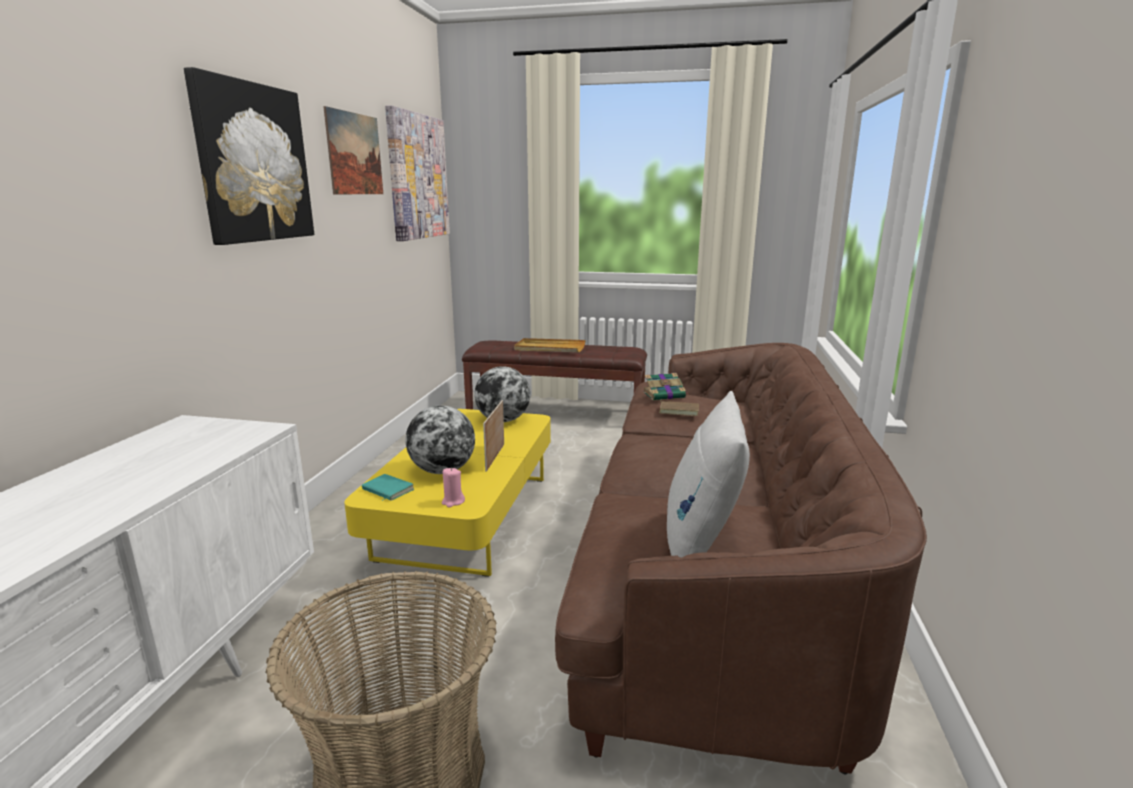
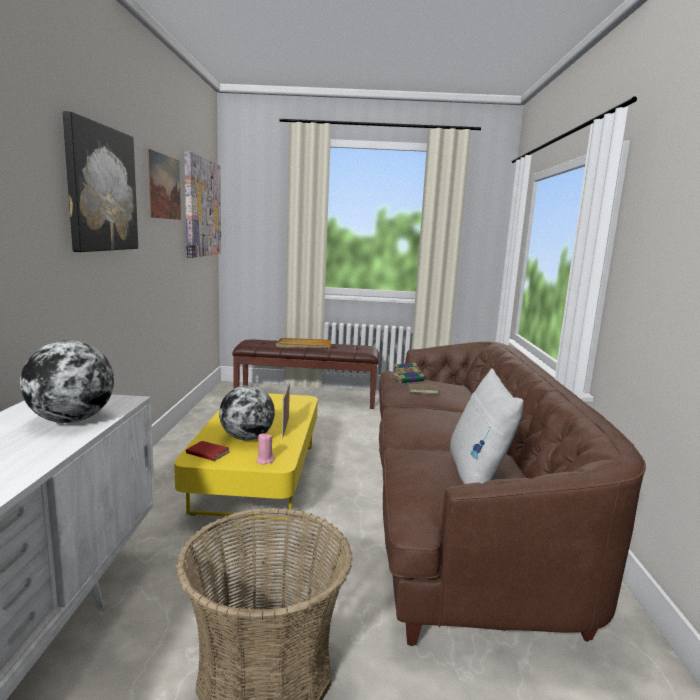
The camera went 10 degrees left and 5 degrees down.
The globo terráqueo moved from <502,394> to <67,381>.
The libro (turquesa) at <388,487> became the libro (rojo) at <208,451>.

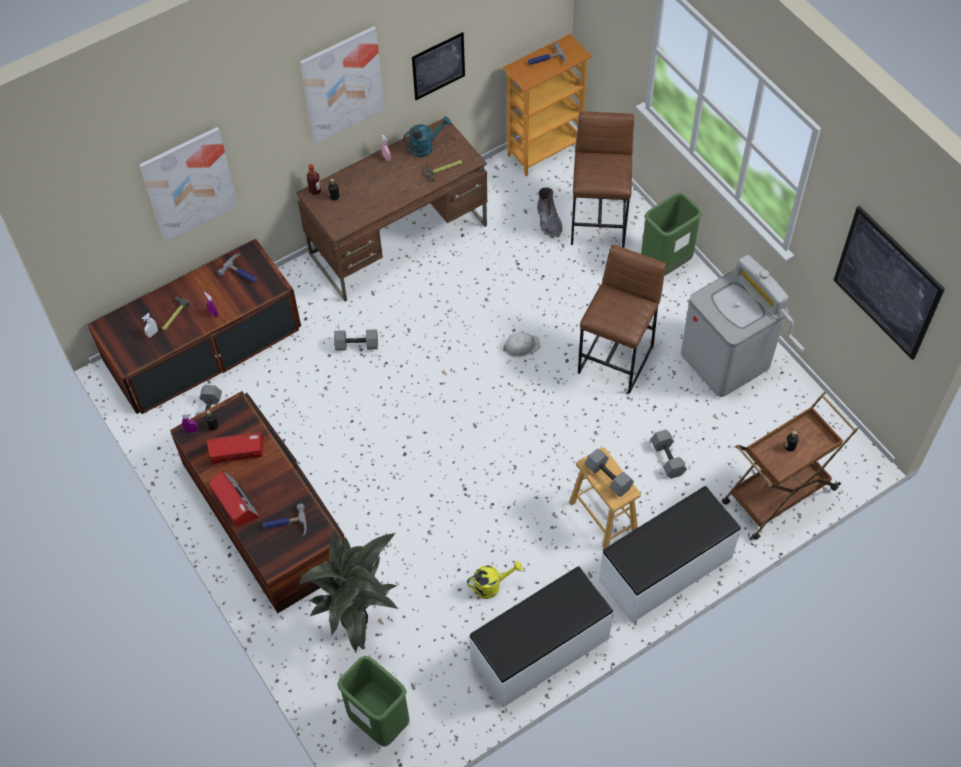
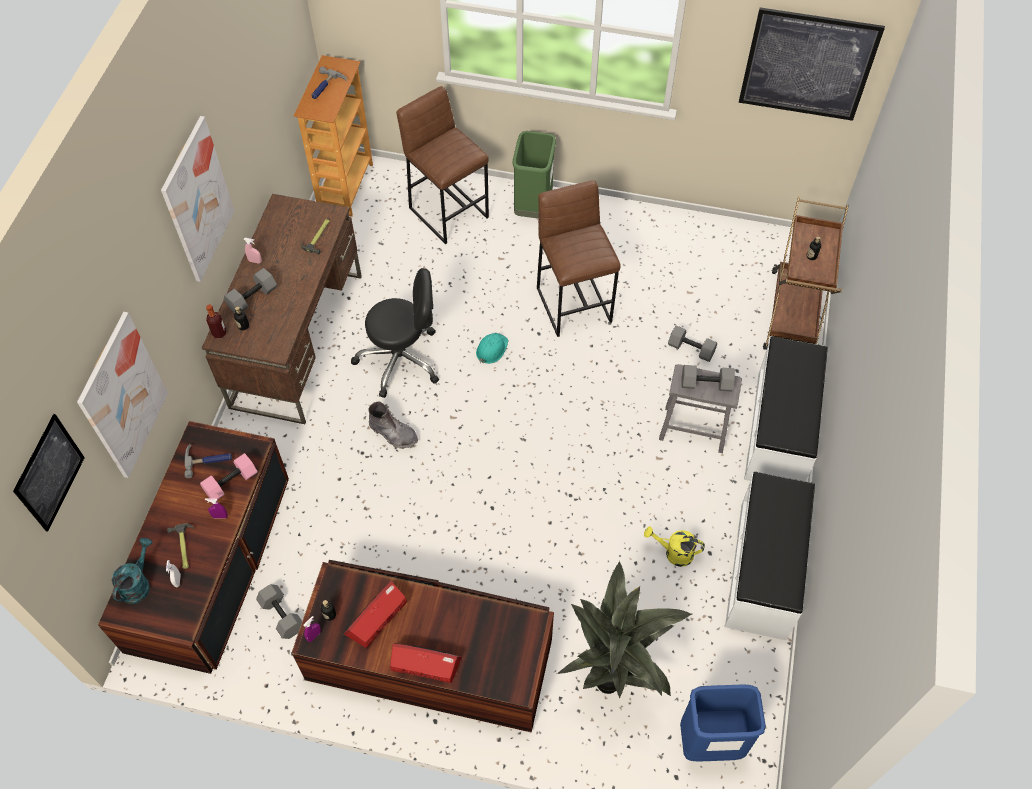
The camera went 45 degrees left and 0 degrees up.
The martillo at <285,519> disappeared.
The lavadora (gris) at <743,326> disappeared.
The mancuerna (rosa) at <229,476> appeared.
The silla de oficina (negro) at <395,333> appeared.
The mancuerna (gris) moved from <356,339> to <250,290>.
The regadera (turquesa) moved from <427,136> to <132,571>.
The cuadro moved from <438,66> to <49,473>.
The bota (gris) moved from <549,212> to <393,425>.
The papelera (verde) at <373,701> became the papelera (azul) at <723,723>.
The casco (blanco) at <521,344> became the casco (turquesa) at <492,348>.
The taburete (marrón) at <605,498> became the taburete (gris) at <700,408>.
The regadera (amarillo) at <495,580> turned 105 degrees counterclockwise.

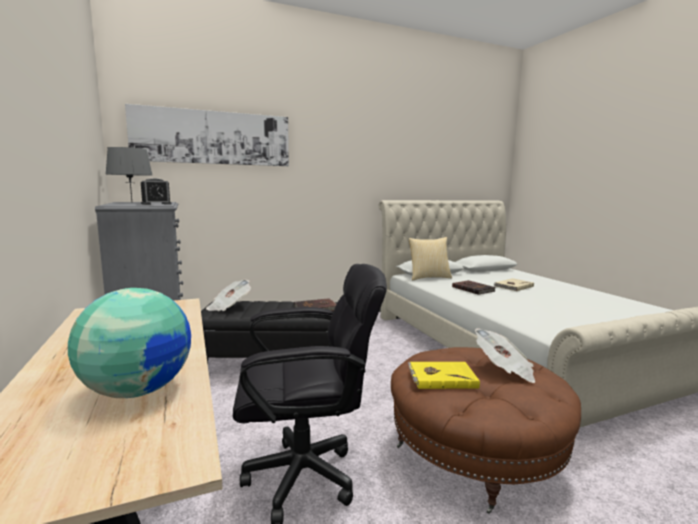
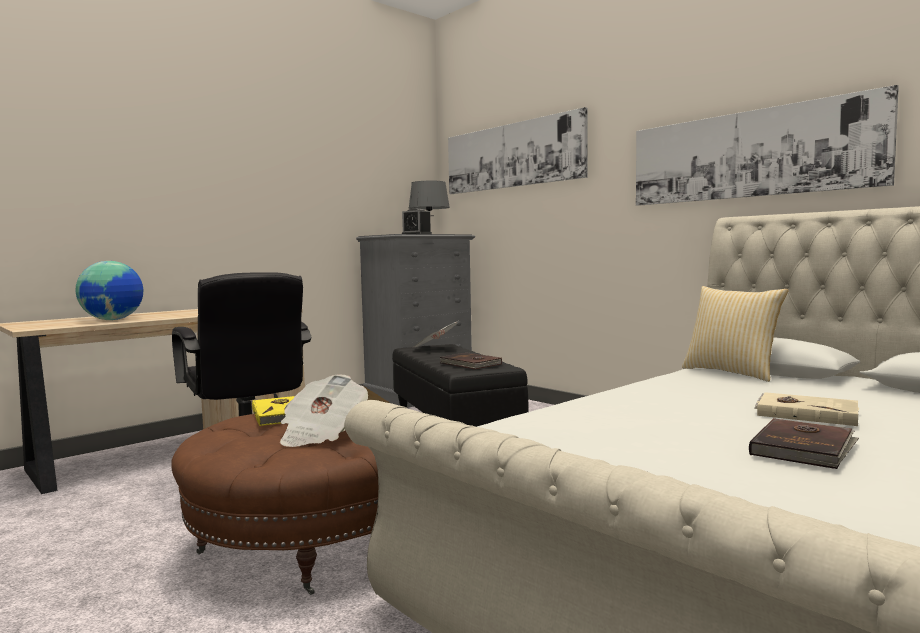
The camera went 70 degrees right and 5 degrees down.
The cuadro at <767,145> appeared.
The libro (marrón) moved from <473,287> to <804,443>.

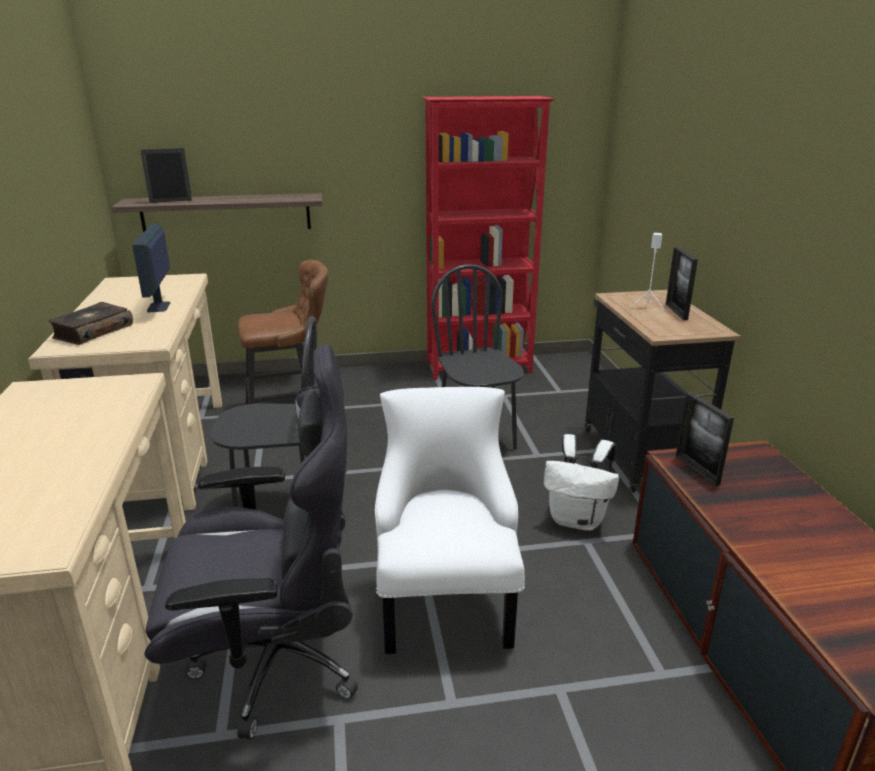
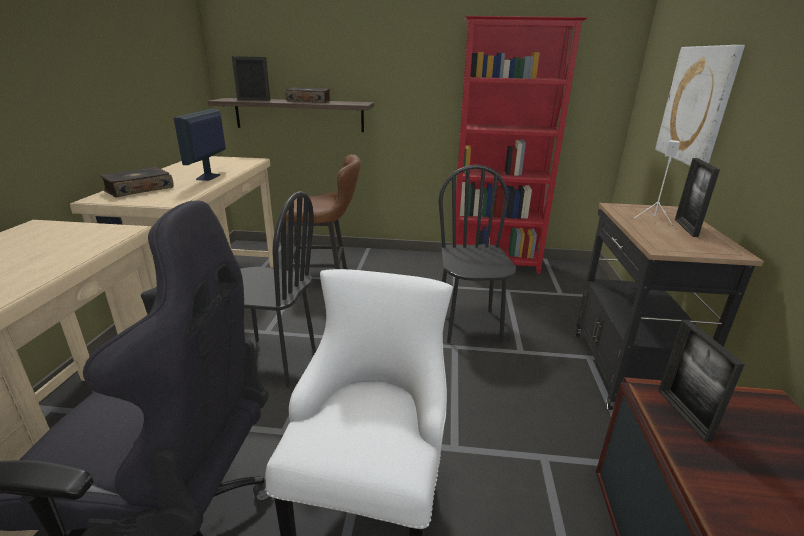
The camera went 15 degrees right and 0 degrees up.
The mochila (blanco) at <581,482> disappeared.
The libro at <308,95> appeared.
The cuadro at <700,105> appeared.

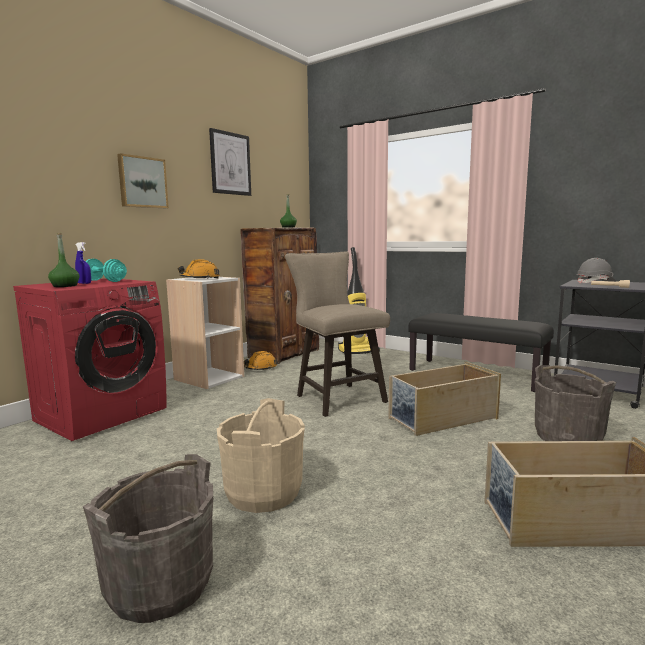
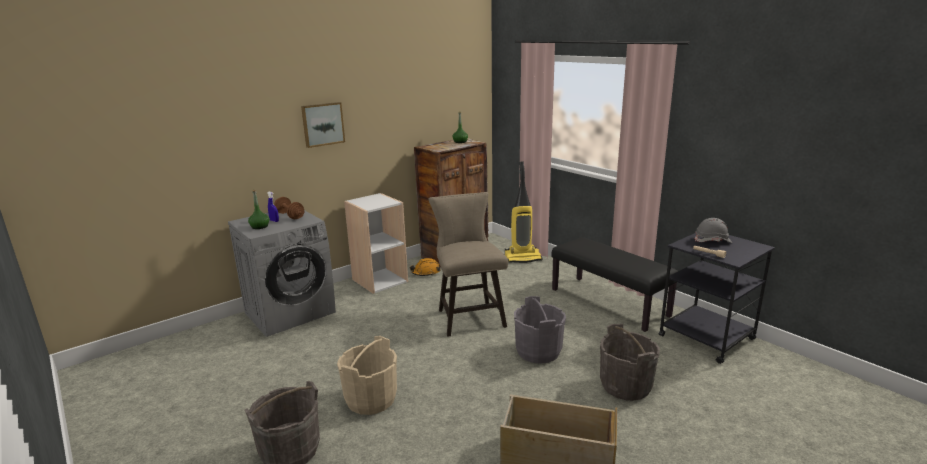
The camera went 15 degrees right and 10 degrees up.
The casco (naranja) at <199,269> disappeared.
The cuadro at <230,162> disappeared.
The caja de almacenaje (beis) at <444,399> was replaced by the cubo (gris) at <540,330>.
The lavadora (rojo) at <90,359> became the lavadora (gris) at <282,273>.
The mancuerna (turquesa) at <106,270> became the mancuerna (marrón) at <289,208>.

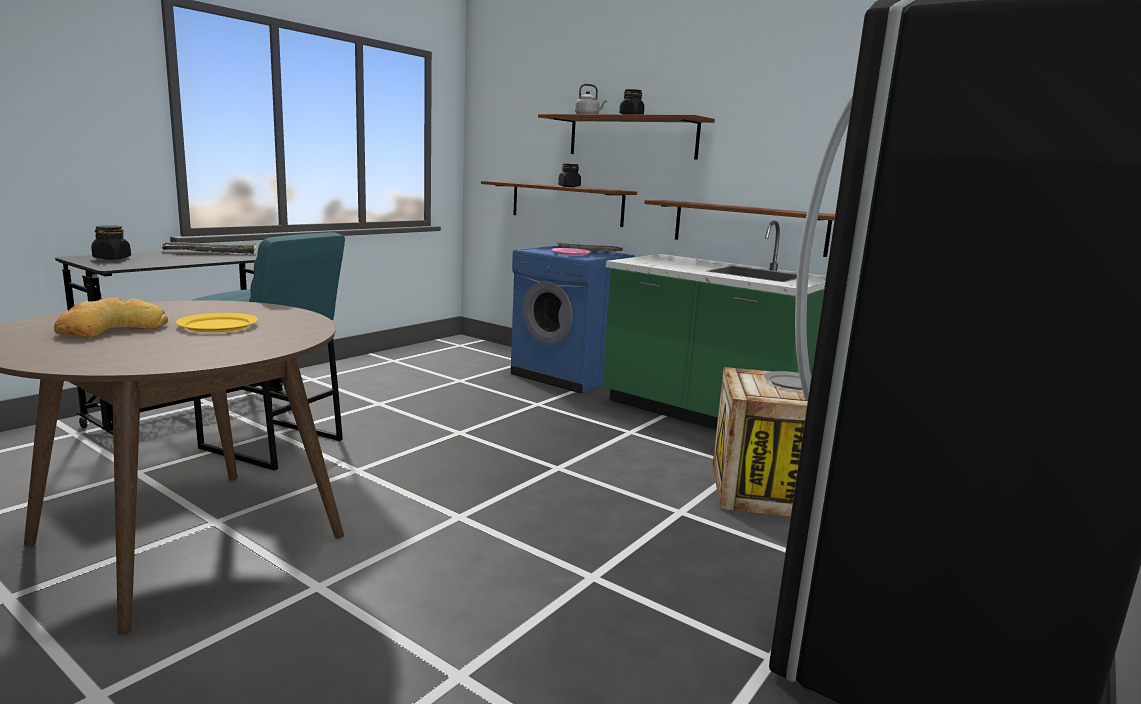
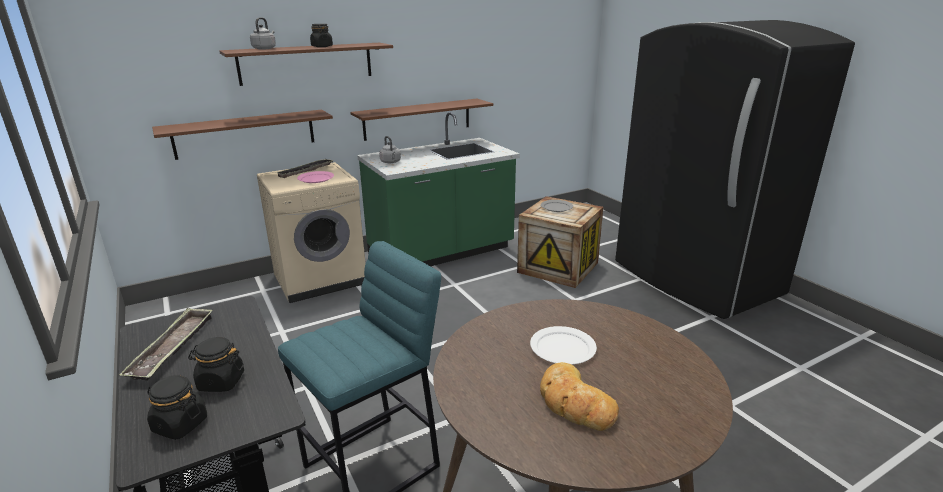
The camera went 65 degrees left and 10 degrees up.
The hervidor (gris) at <390,149> appeared.
The tarro (negro) moved from <569,175> to <216,364>.
The plato (amarillo) at <217,322> became the plato (blanco) at <563,345>.
The lavadora (azul) at <573,320> became the lavadora (beis) at <311,232>.

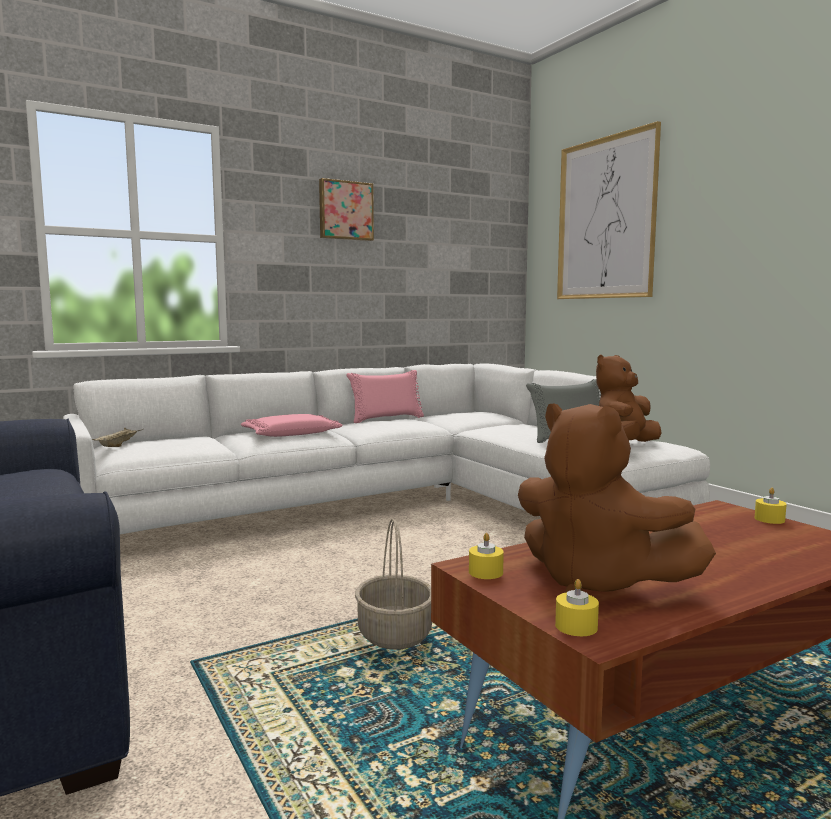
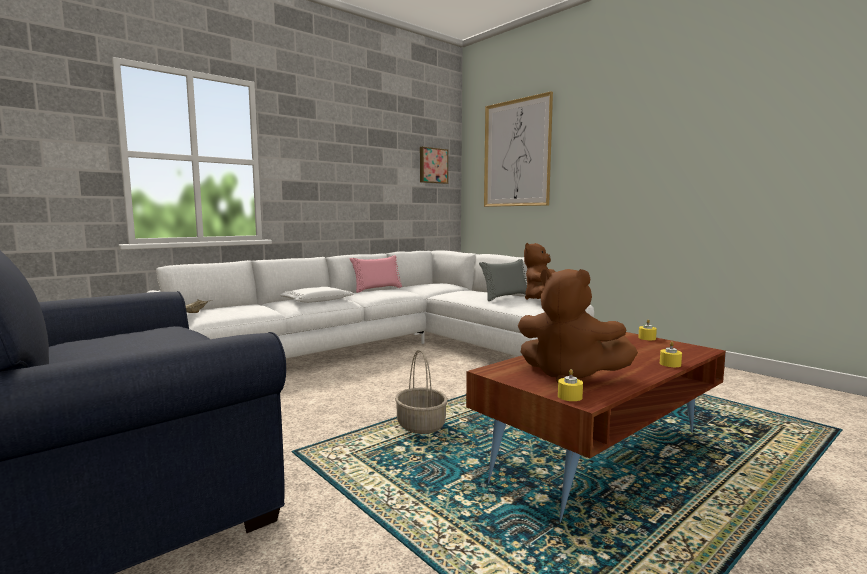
The camera went 10 degrees left and 0 degrees up.
The cuadro moved from <346,209> to <434,165>.
The vela (amarillo) moved from <486,556> to <671,354>.
The cojín (rosa) at <292,425> became the cojín (blanco) at <317,295>.

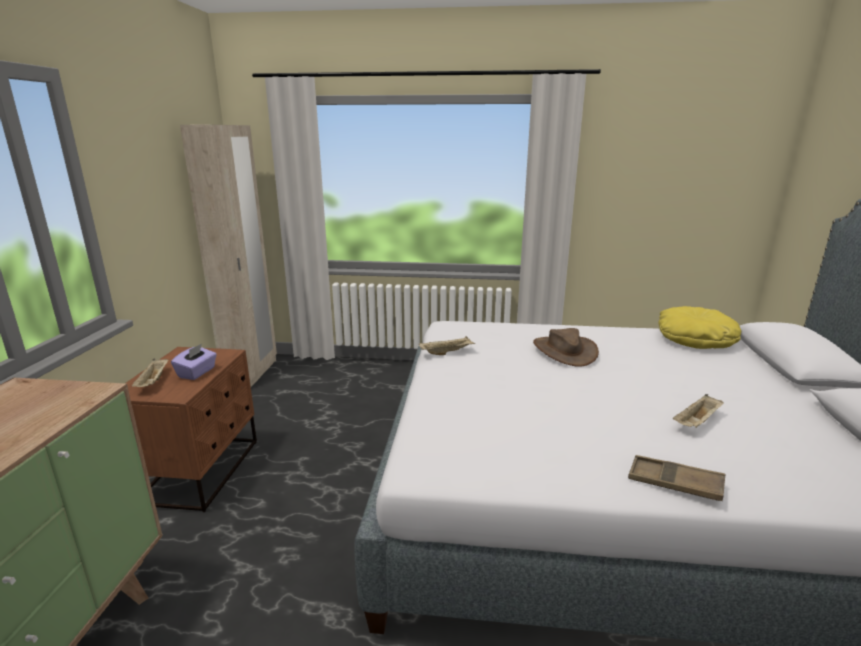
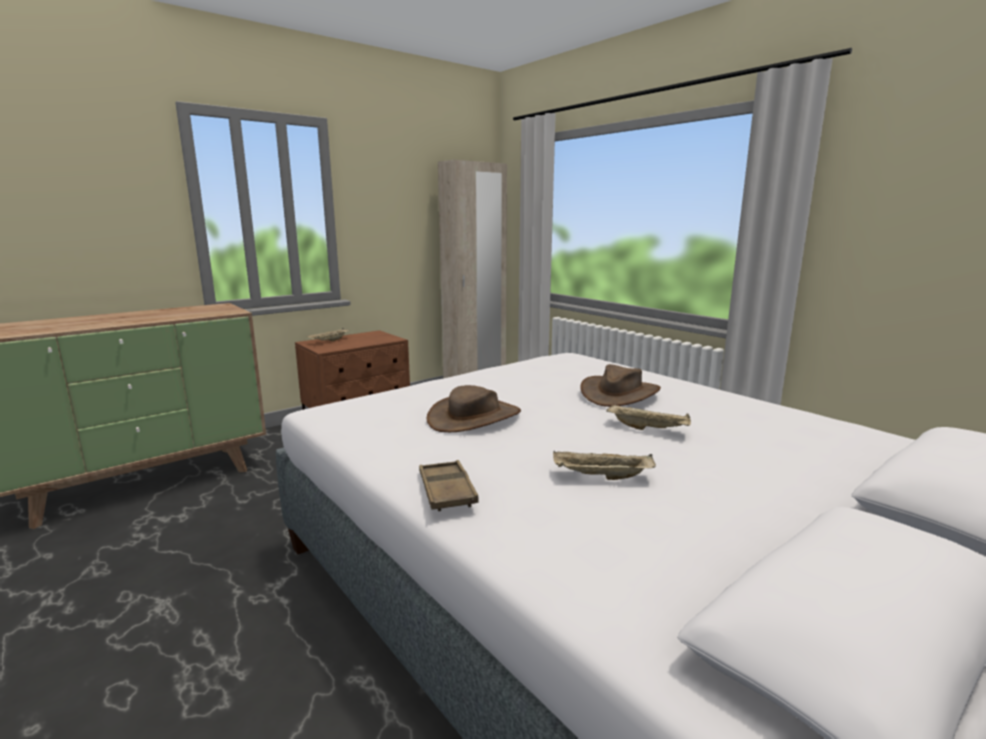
The camera went 45 degrees right and 5 degrees down.
The caja de pañuelos (morado) at <194,362> disappeared.
The cojín (amarillo) at <700,327> disappeared.
The sombrero (marrón) at <474,408> appeared.
The bandeja (beis) moved from <447,345> to <648,417>.

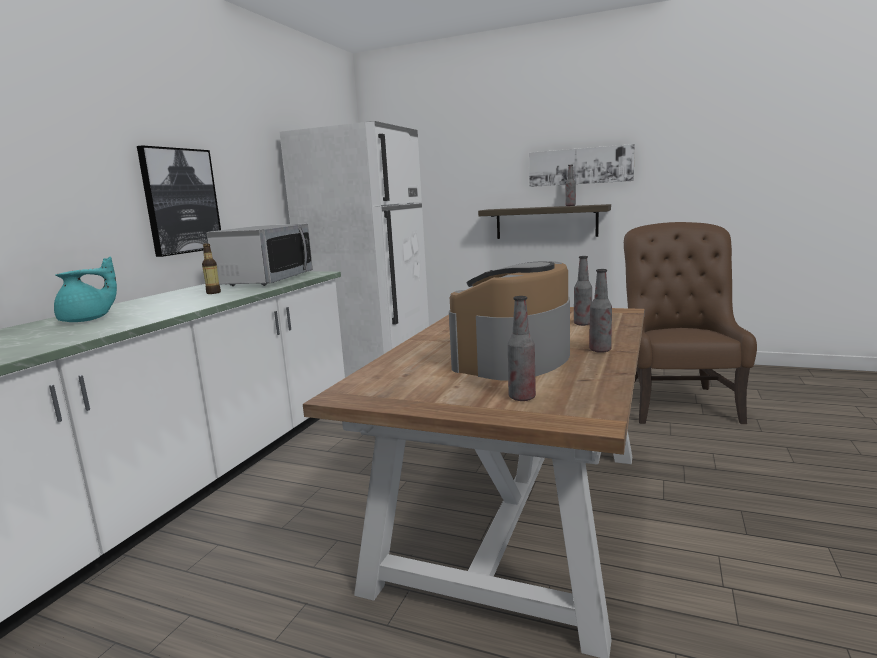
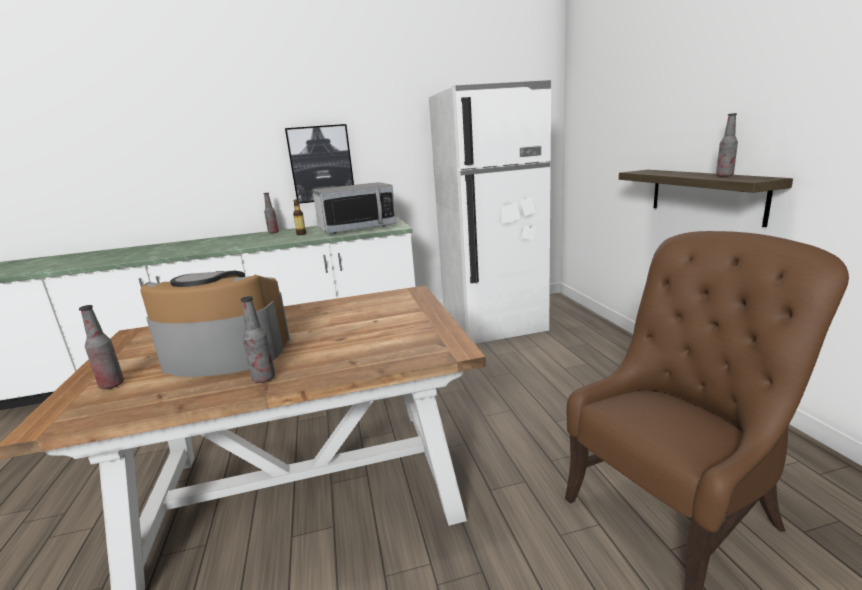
The camera went 55 degrees right and 5 degrees up.
The tetera (turquesa) at <85,289> disappeared.
The cuadro at <582,165> disappeared.
The botella moved from <583,291> to <271,213>.

